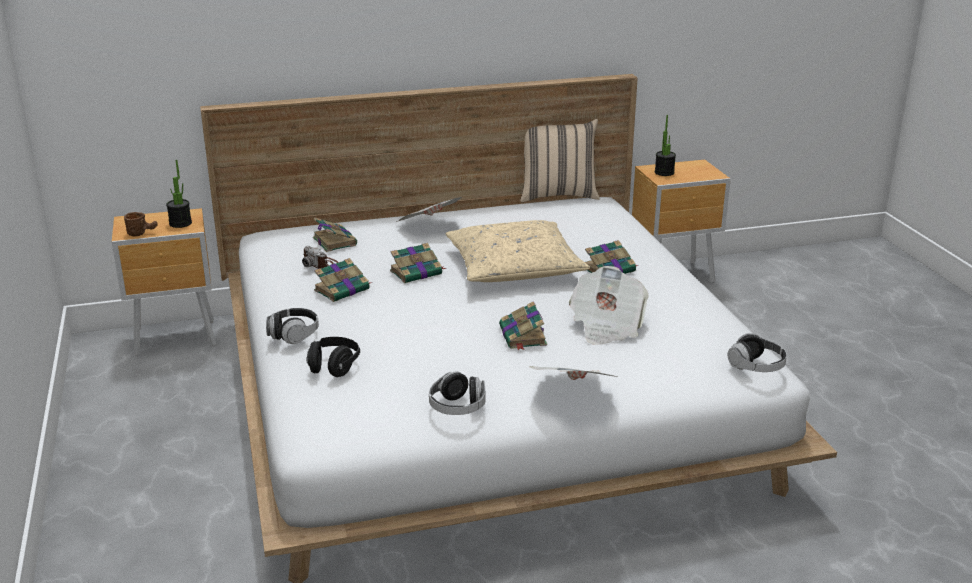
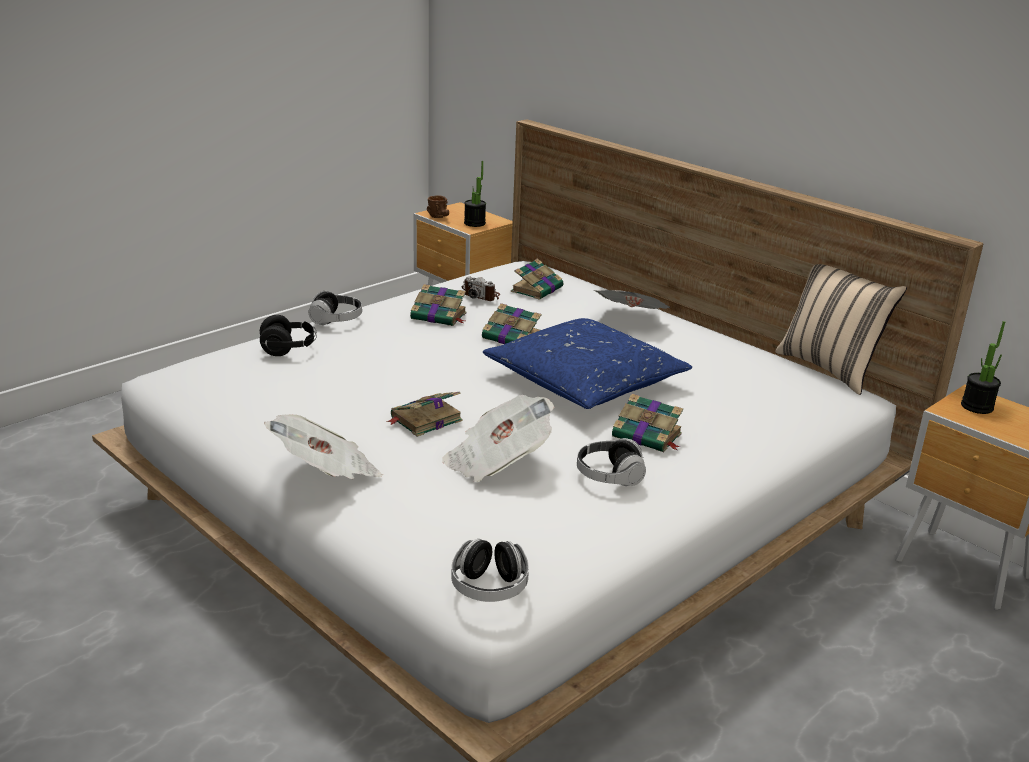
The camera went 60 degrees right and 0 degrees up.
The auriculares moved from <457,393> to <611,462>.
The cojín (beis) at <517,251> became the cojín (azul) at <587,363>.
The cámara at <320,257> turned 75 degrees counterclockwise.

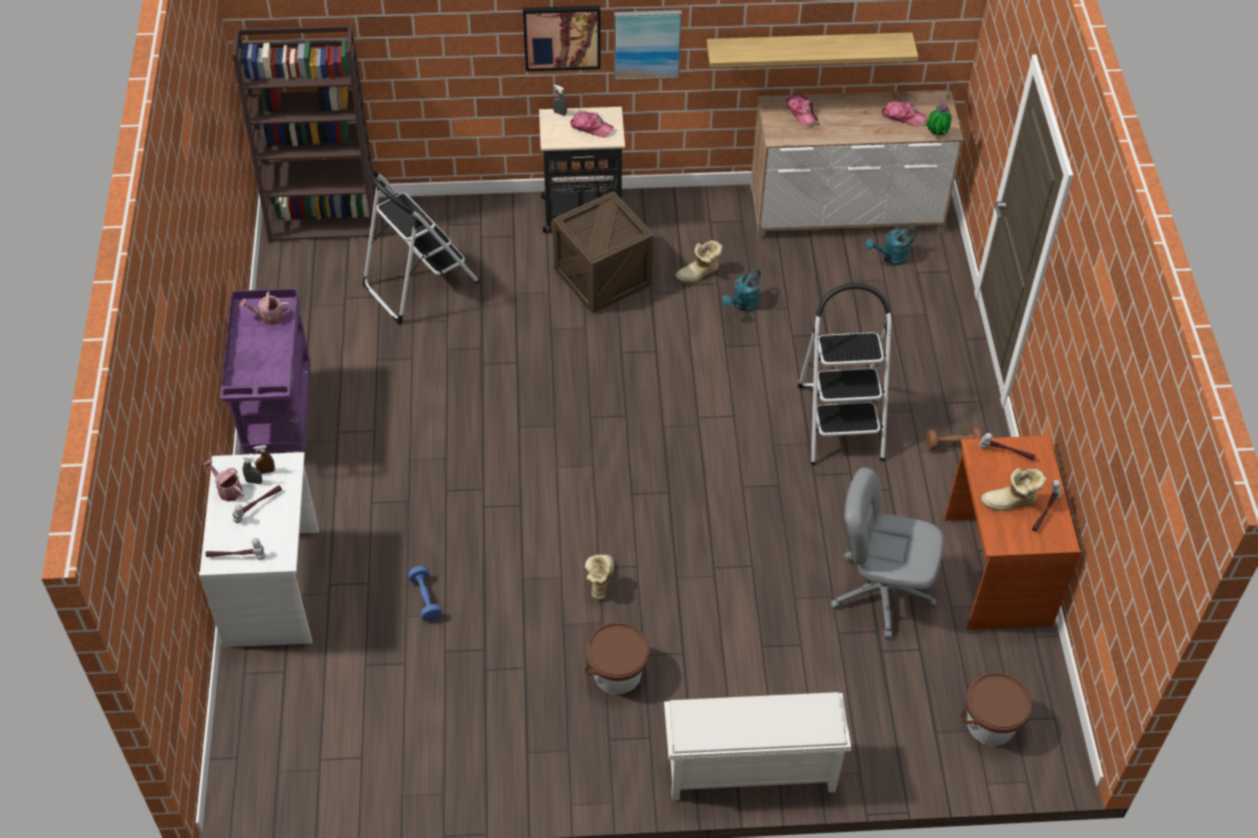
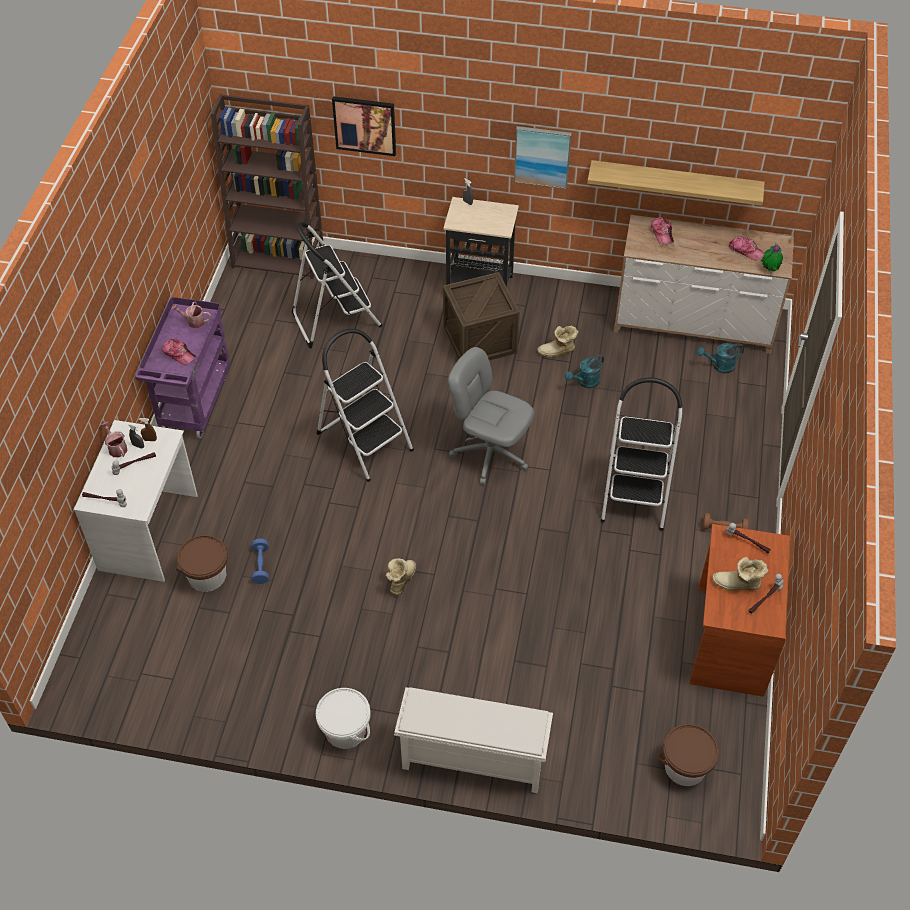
The camera went 15 degrees right and 0 degrees up.
The cubo (blanco) at <343,718> appeared.
The escalera de tijera at <365,405> appeared.
The cuadro moved from <562,38> to <364,126>.
The gorra moved from <592,124> to <179,352>.
The cubo (marrón) moved from <617,658> to <202,563>.
The silla de oficina (gris) moved from <887,552> to <491,416>.

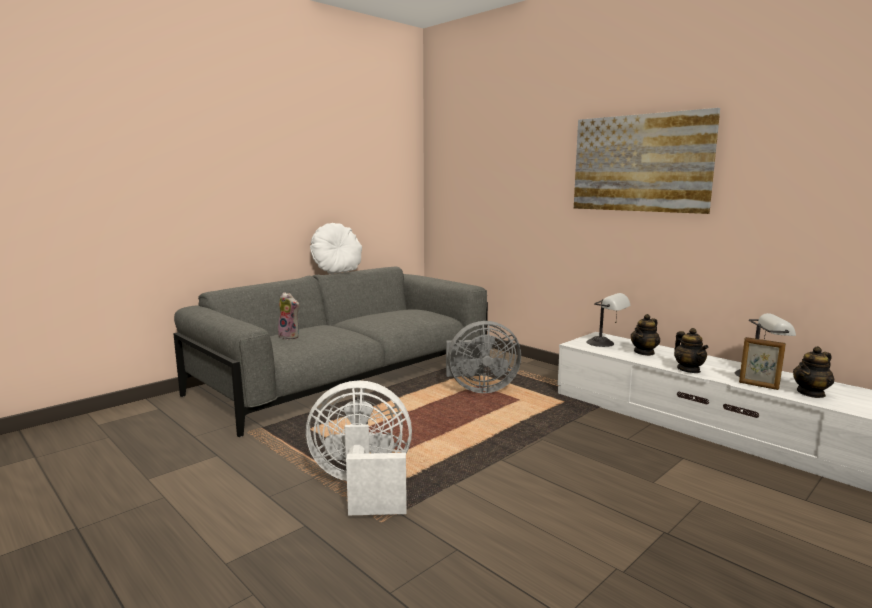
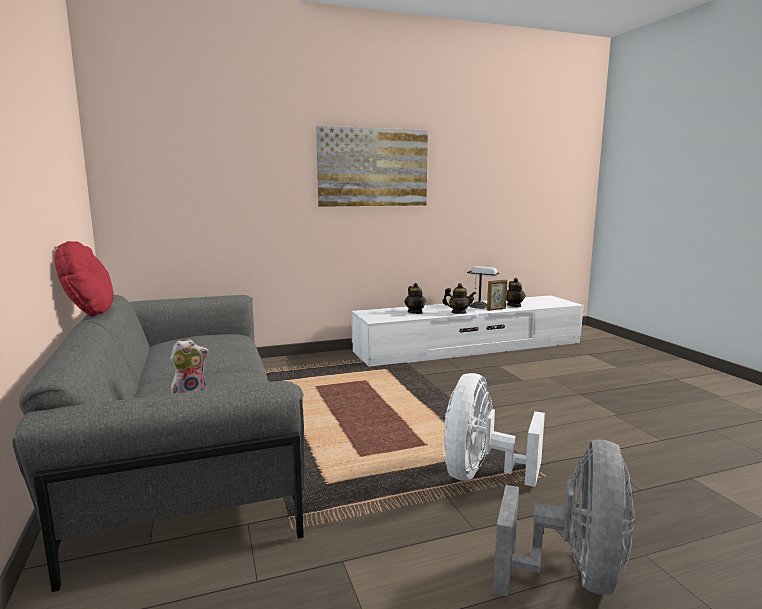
The camera went 65 degrees left and 0 degrees up.
The lámpara de mesa at <608,320> disappeared.
The ventilador (gris) moved from <483,357> to <564,518>.
The cojín (blanco) at <336,248> became the cojín (rojo) at <84,278>.

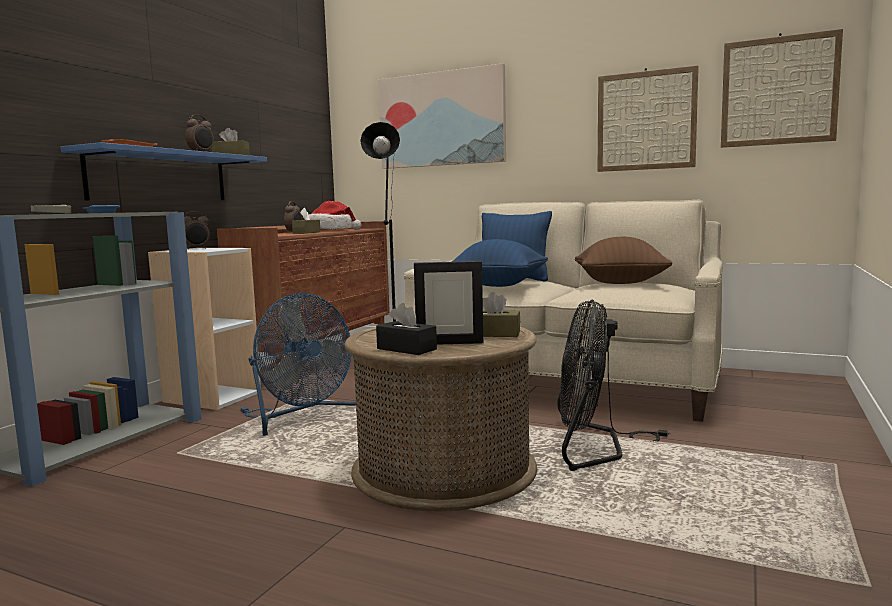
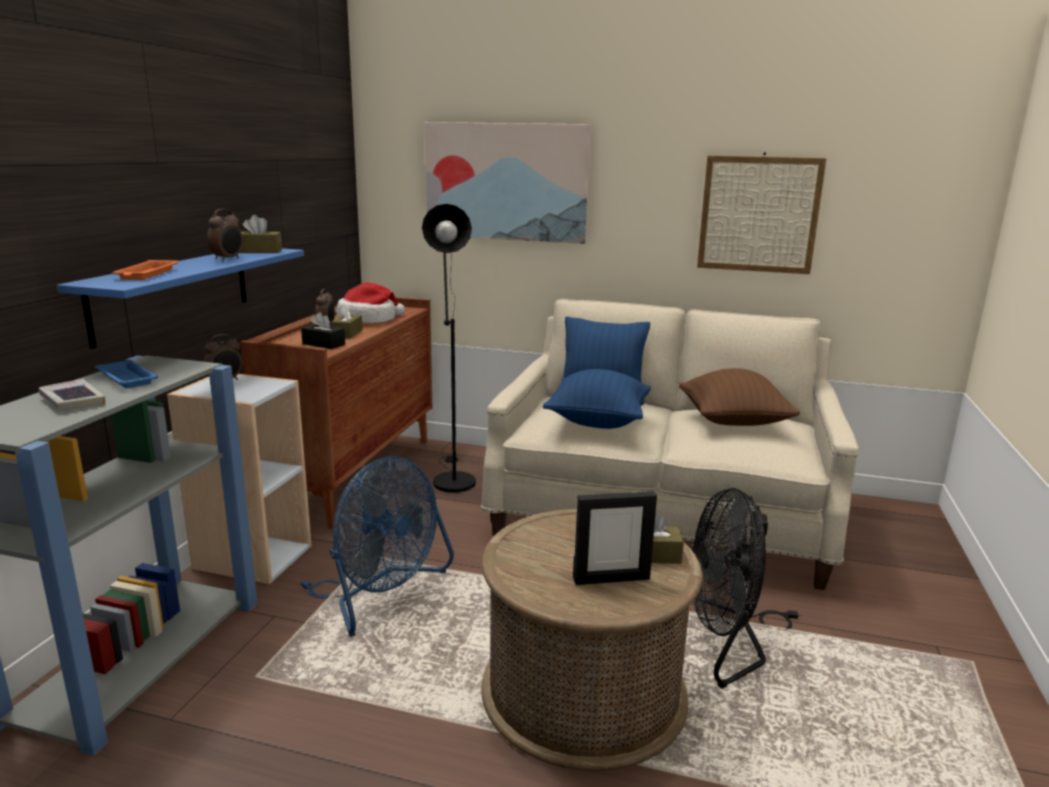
The camera went 10 degrees left and 10 degrees up.
The cuadro at <782,88> disappeared.
The caja de pañuelos (negro) moved from <406,329> to <323,330>.

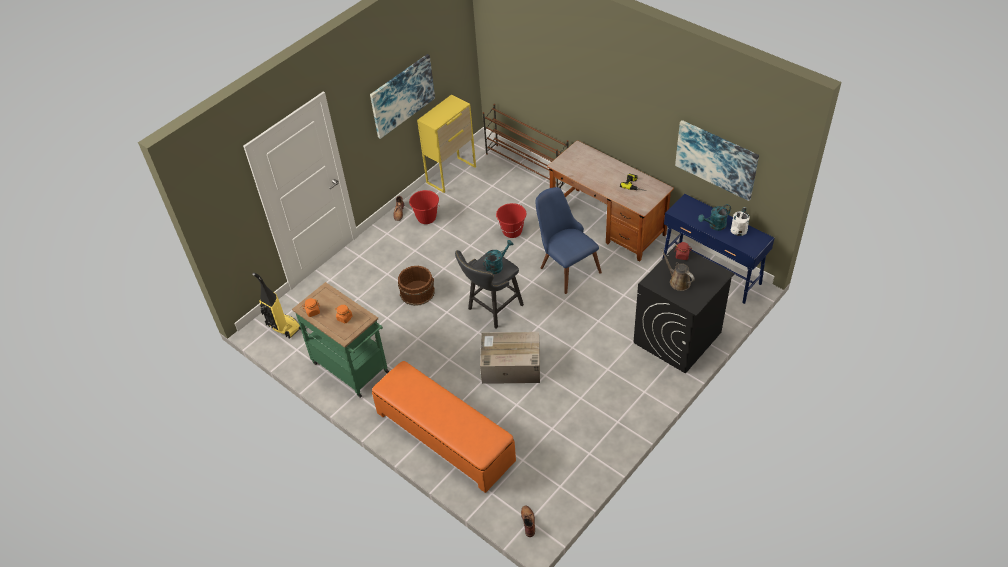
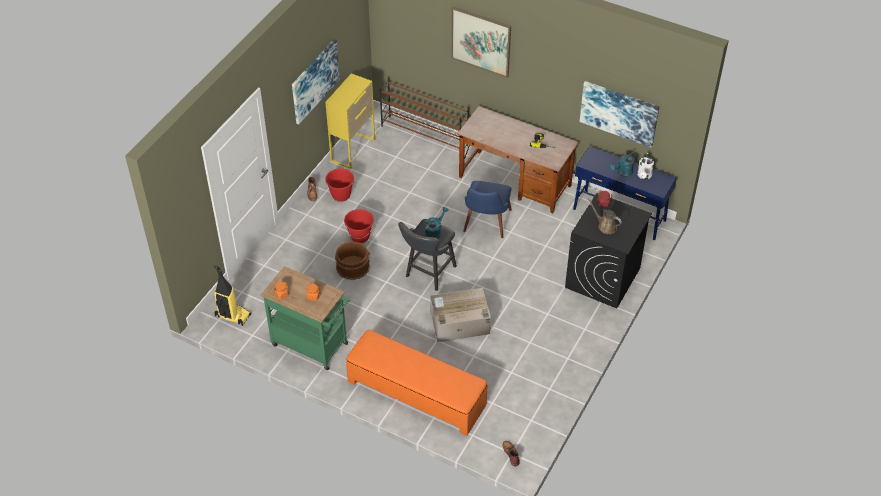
The camera went 15 degrees left and 0 degrees up.
The cuadro at <481,42> appeared.
The cubo (rojo) moved from <511,220> to <359,226>.
The silla (azul) at <568,240> turned 120 degrees counterclockwise.

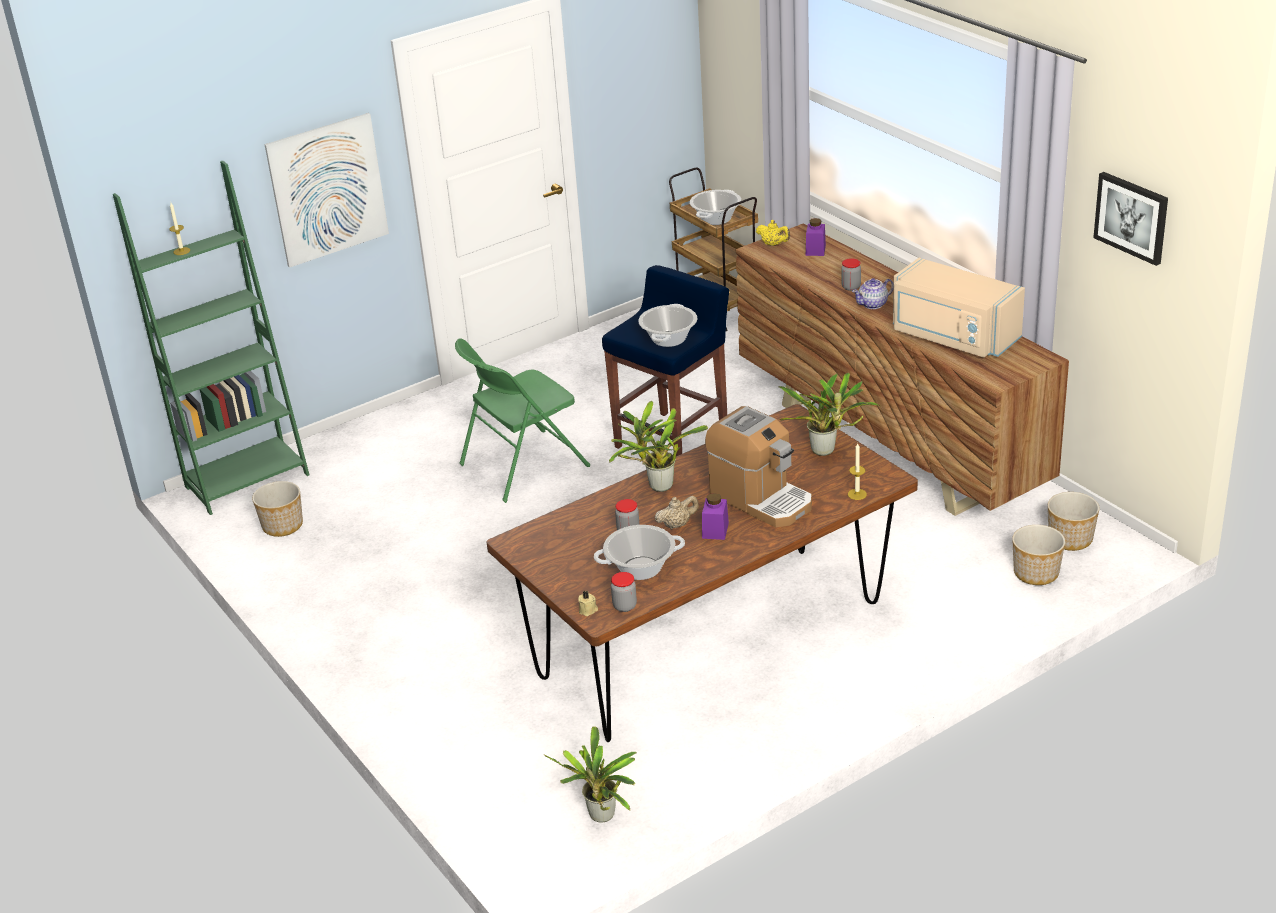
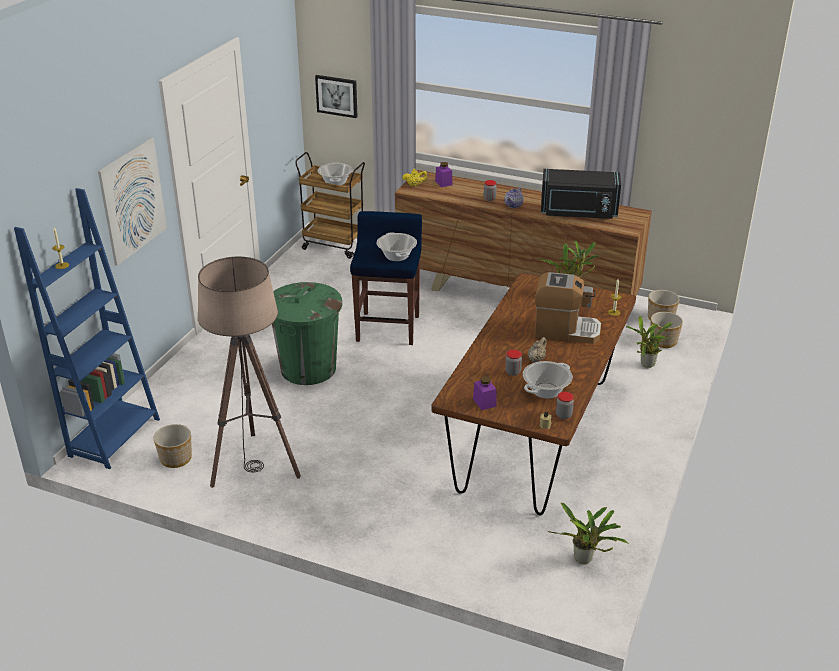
The camera went 35 degrees left and 0 degrees up.
The lámpara de pie at <249,372> appeared.
The planta en maceta moved from <658,446> to <649,342>.
The tarro (morado) moved from <715,516> to <484,393>.
The cuadro moved from <1130,219> to <336,96>.
The silla (verde) at <522,420> was replaced by the papelera (verde) at <307,333>.
The estantería (verde) at <211,338> became the estantería (azul) at <87,328>.
The microondas (beis) at <959,308> became the microondas (negro) at <581,194>.

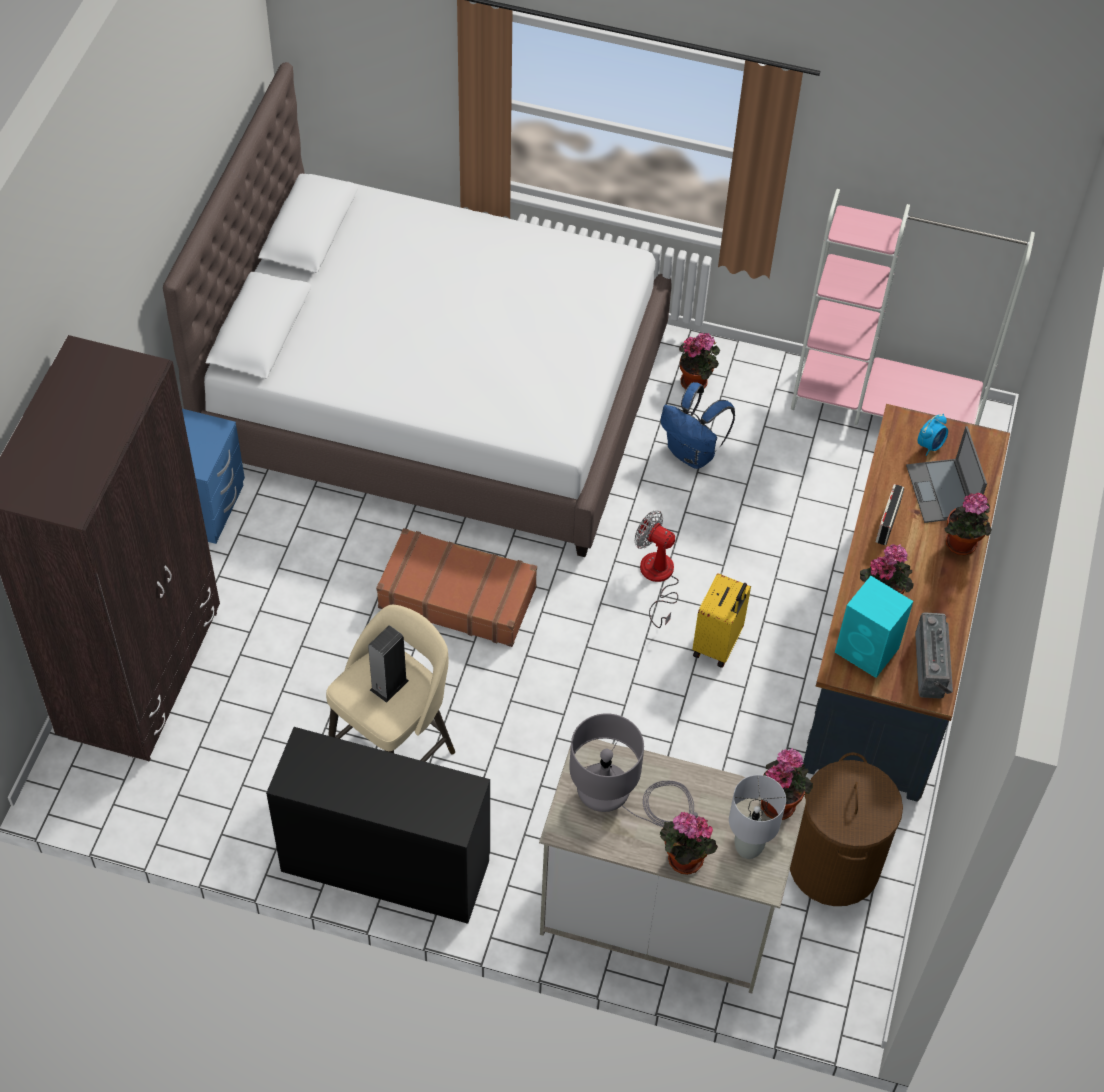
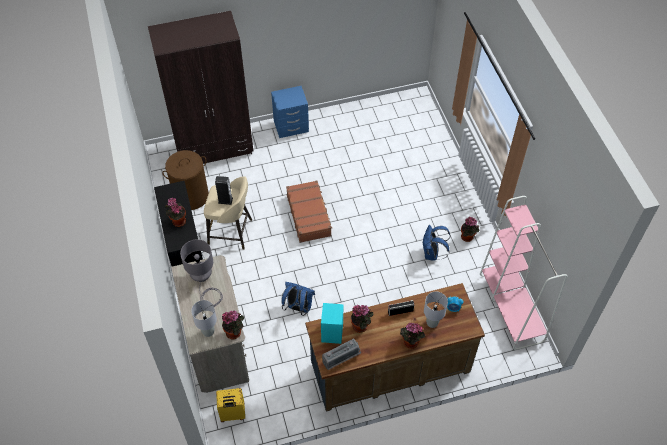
The camera went 60 degrees right and 0 degrees up.
The cama (blanco) at <417,309> disappeared.
The ventilador at <657,569> disappeared.
The mochila (azul) at <298,299> appeared.
The planta en maceta moved from <689,843> to <175,212>.
The maleta (amarillo) moved from <721,620> to <230,405>.
The cesto de la ropa (marrón) moved from <846,829> to <185,180>.
The portátil at <946,474> was replaced by the lámpara de mesa (gris) at <436,310>.

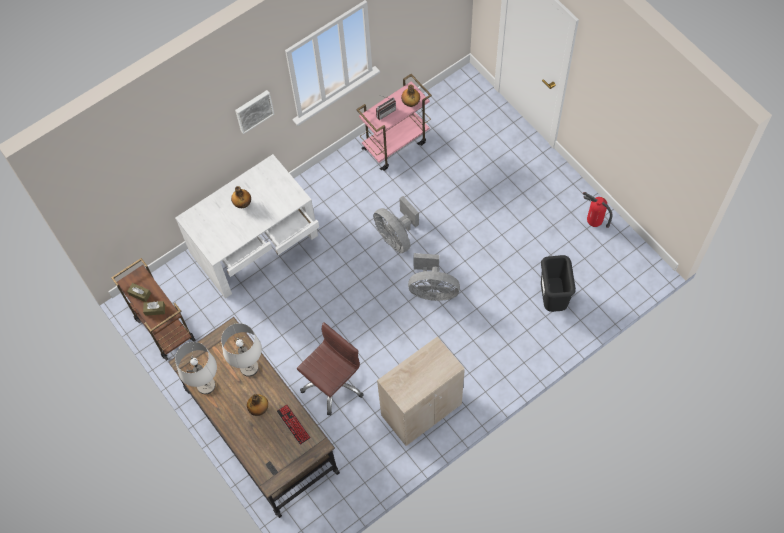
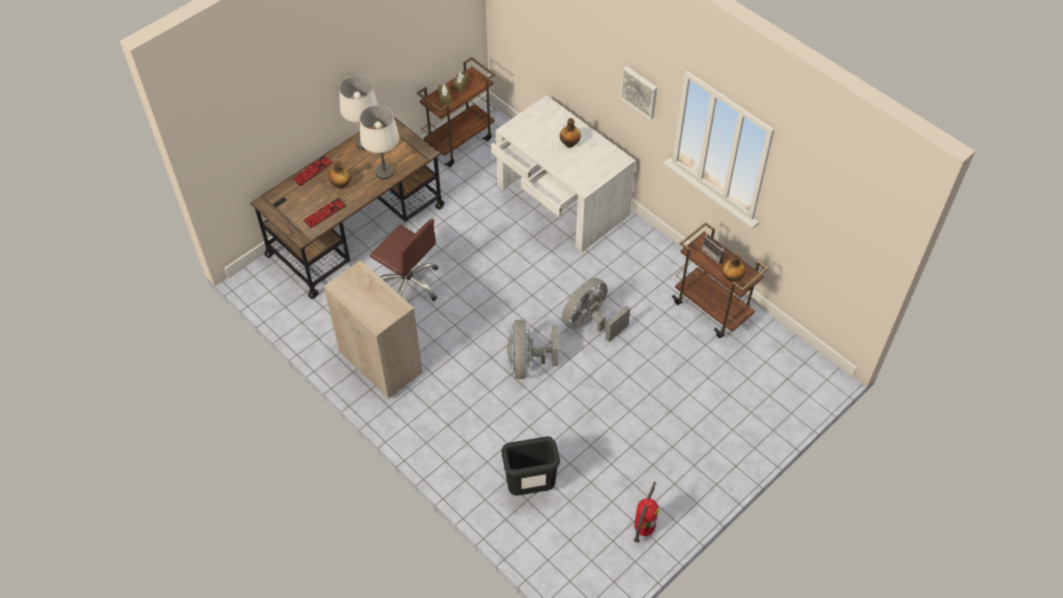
The camera went 80 degrees right and 10 degrees down.
The teclado at <312,171> appeared.
The carrito (rosa) at <394,122> became the carrito (marrón) at <720,280>.

